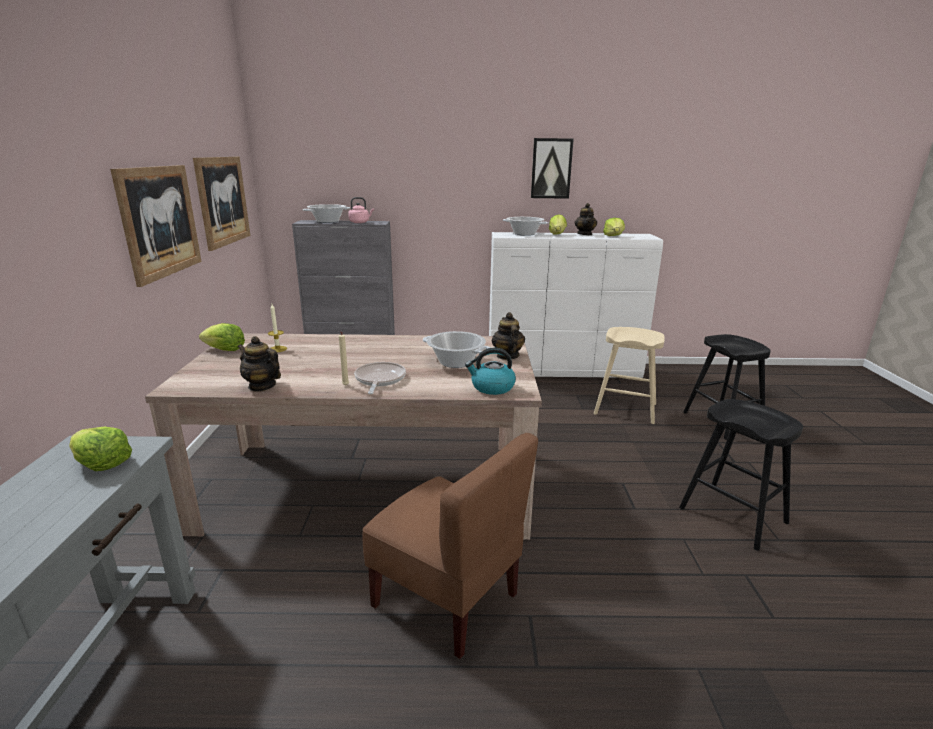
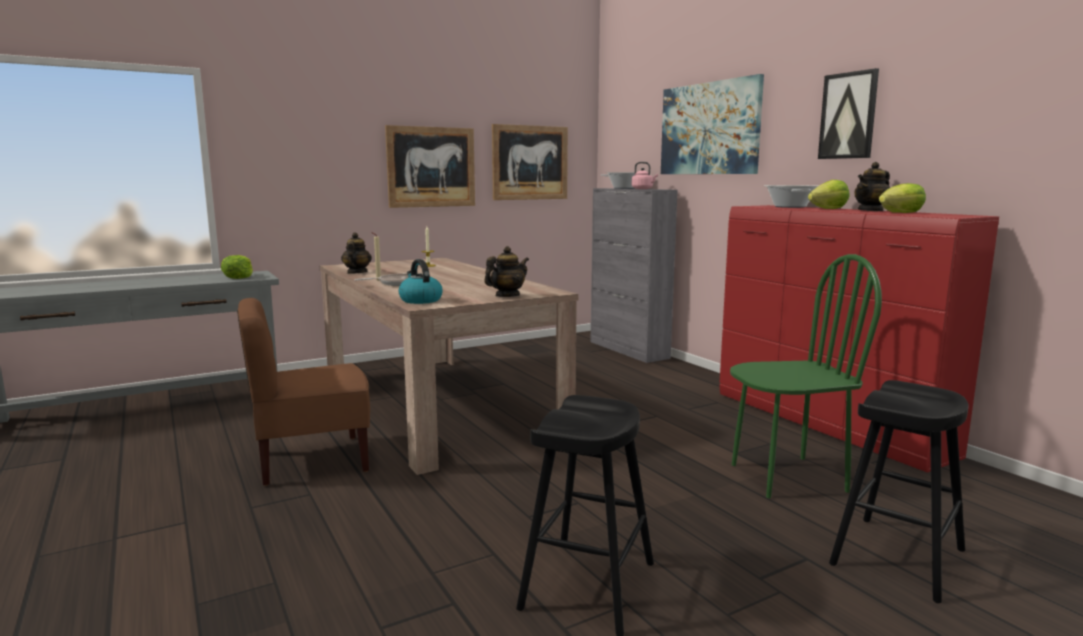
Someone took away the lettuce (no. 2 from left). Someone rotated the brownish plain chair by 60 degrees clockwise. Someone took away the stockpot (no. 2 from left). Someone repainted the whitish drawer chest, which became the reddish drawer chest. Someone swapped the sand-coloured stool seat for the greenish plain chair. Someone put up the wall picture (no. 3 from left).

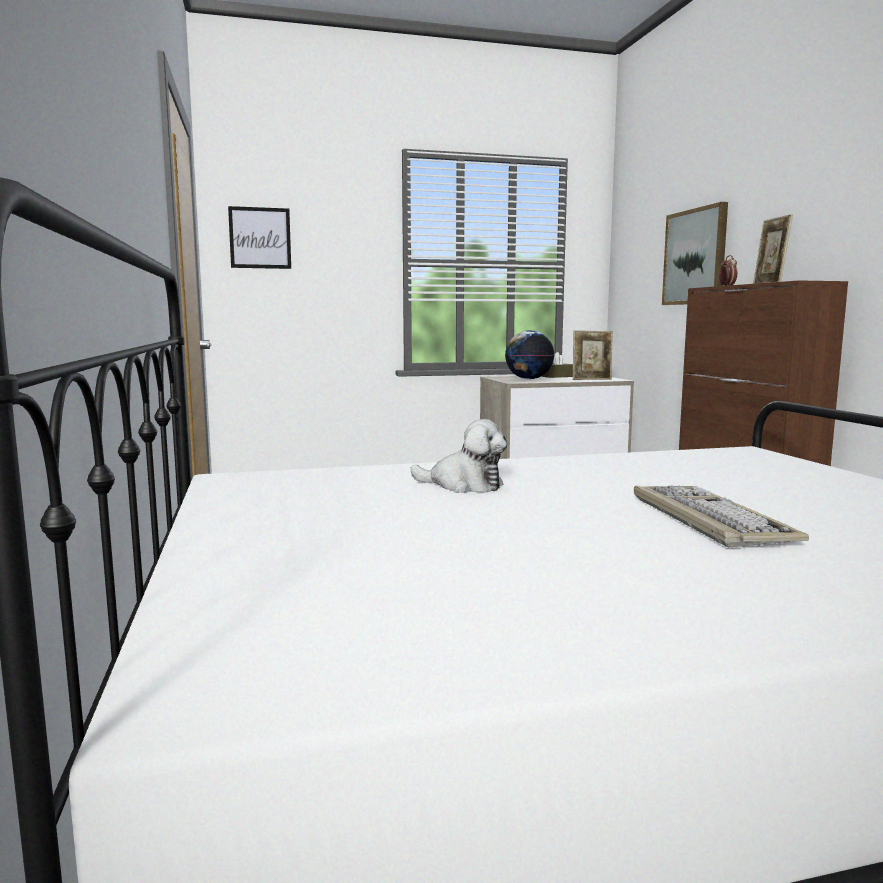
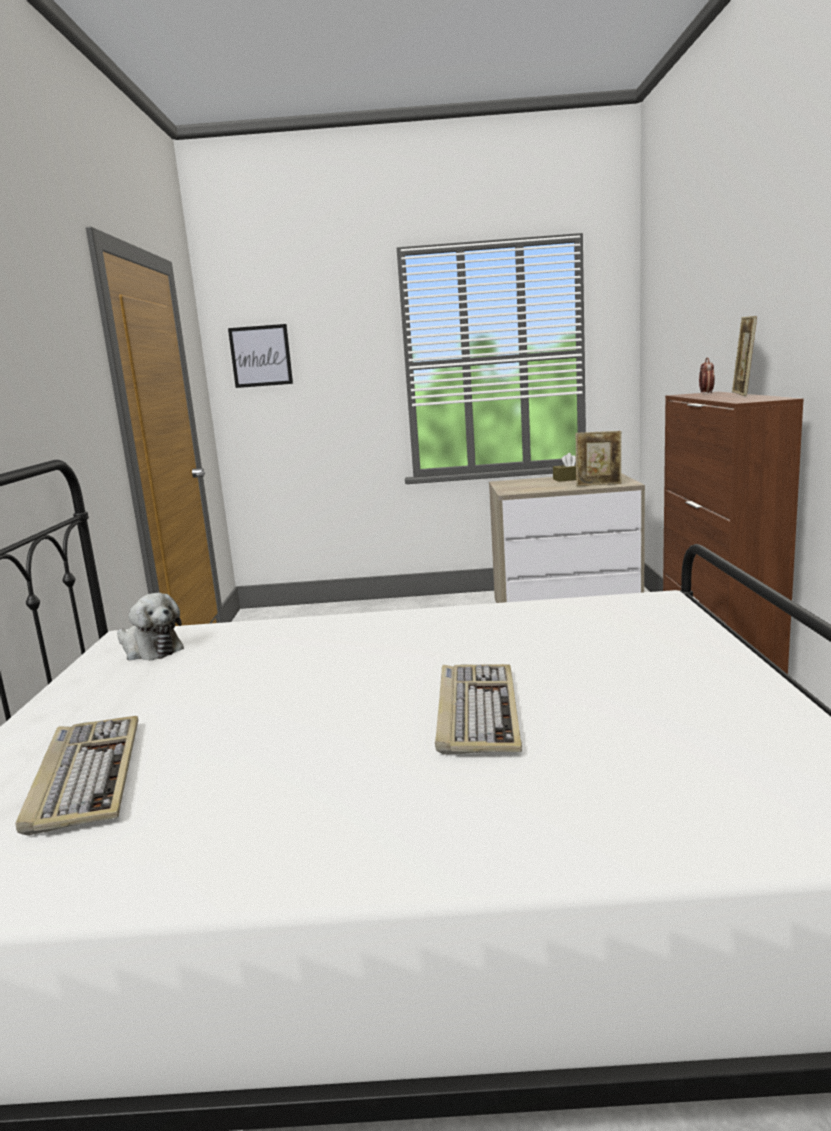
Someone carried the plush toy. Someone took away the globe. Someone took away the wall picture (no. 2 from left). Someone put down the computer keyboard (no. 1 from left).

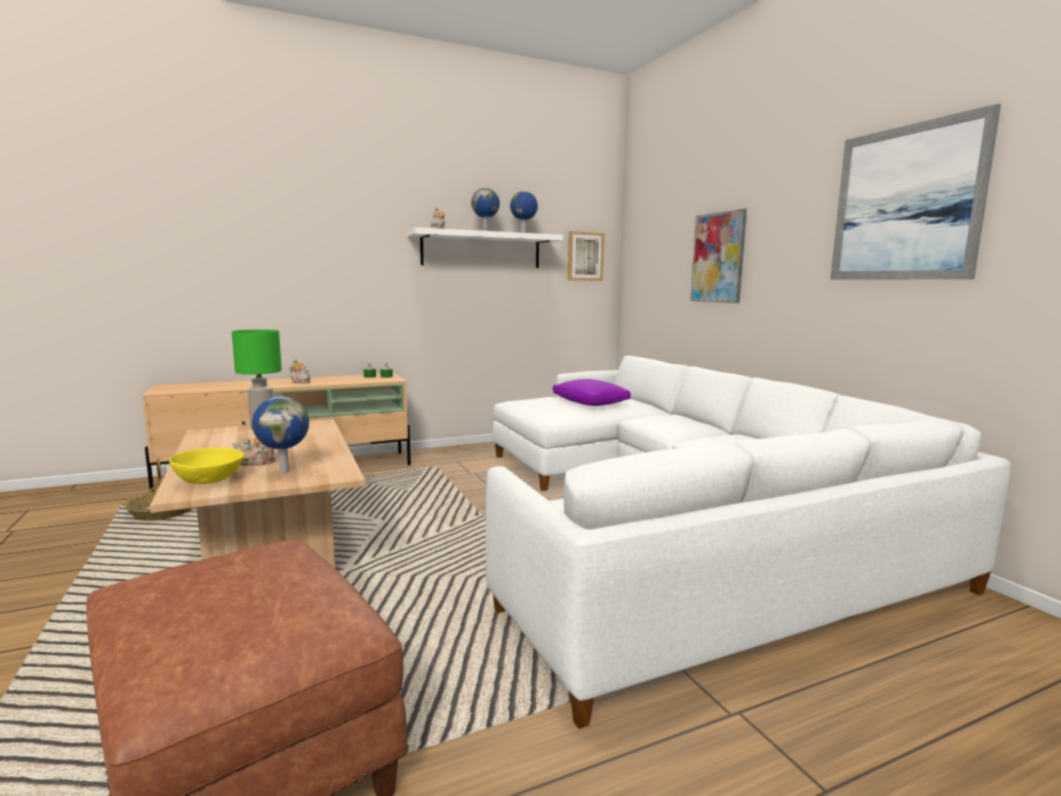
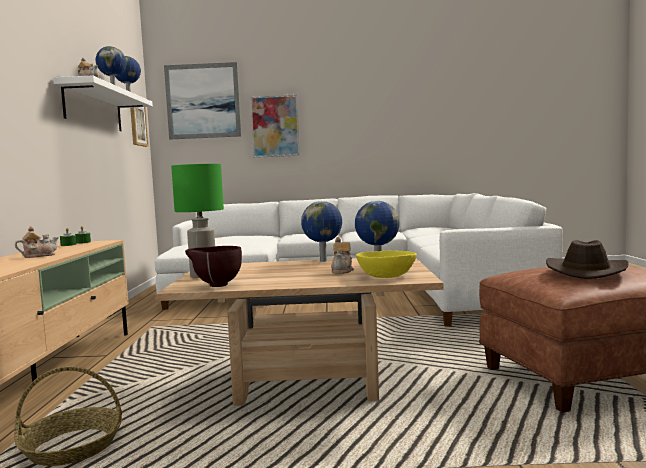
Someone took away the purple cushion. Someone carried the wall picture (no. 3 from left in the first image). Someone put down the brownish bowl. Someone put down the globe (no. 3 from left). Someone put down the brownish clothing hat.

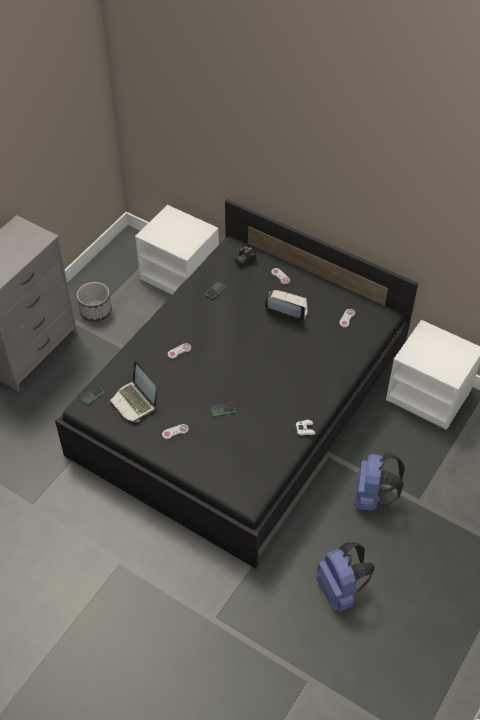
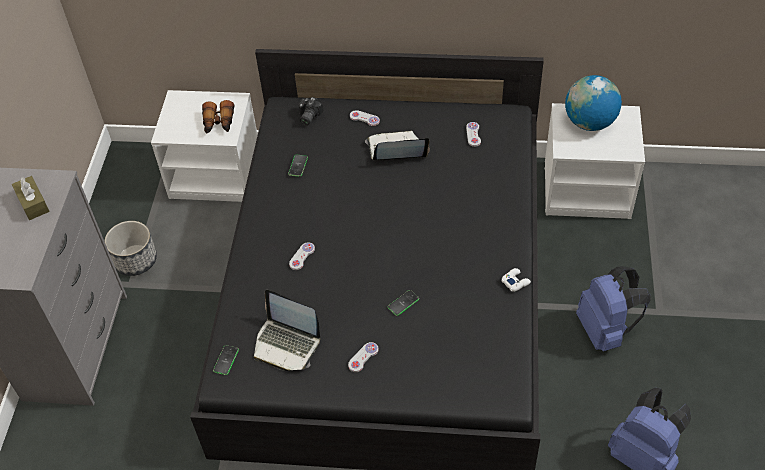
Someone put down the brownish tissue box. Someone put down the field glasses. Someone put down the globe.

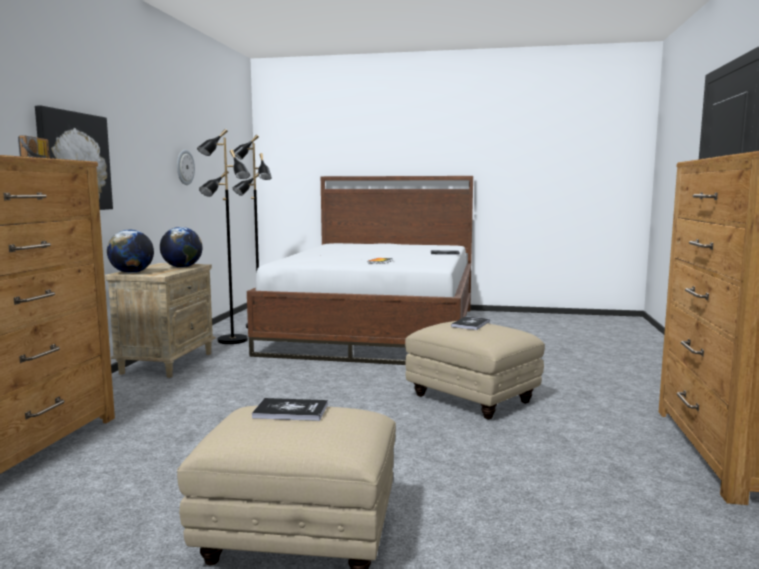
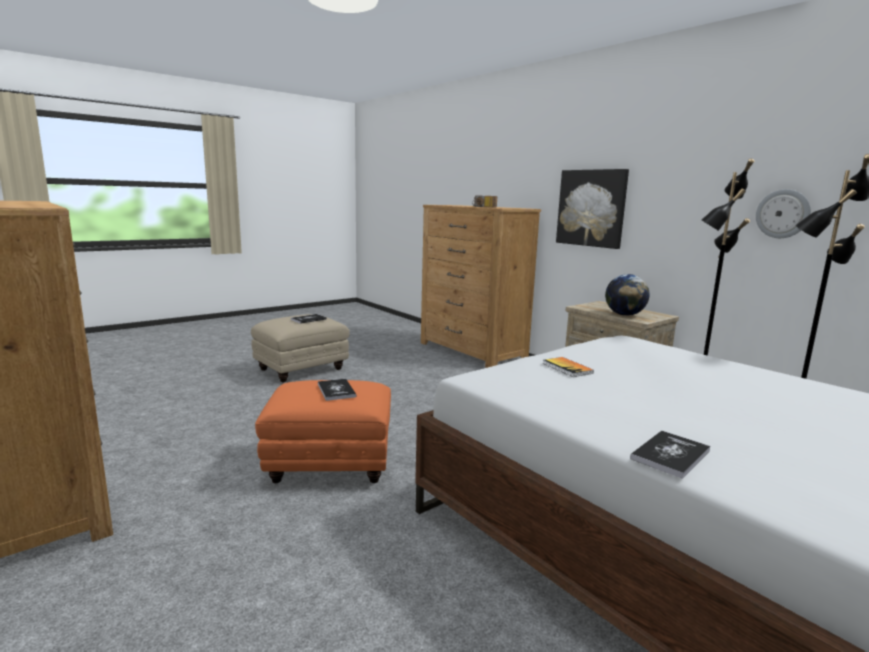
Someone took away the globe (no. 1 from left). Someone repainted the sand-coloured pouffe (no. 2 from left), which became the orangey pouffe.

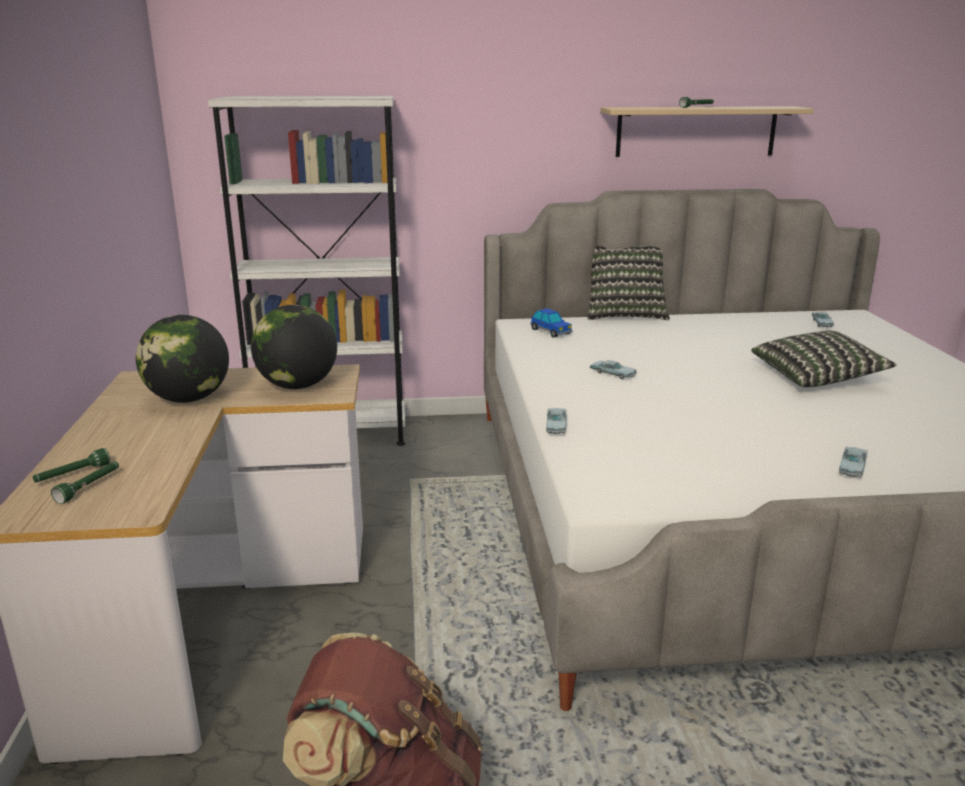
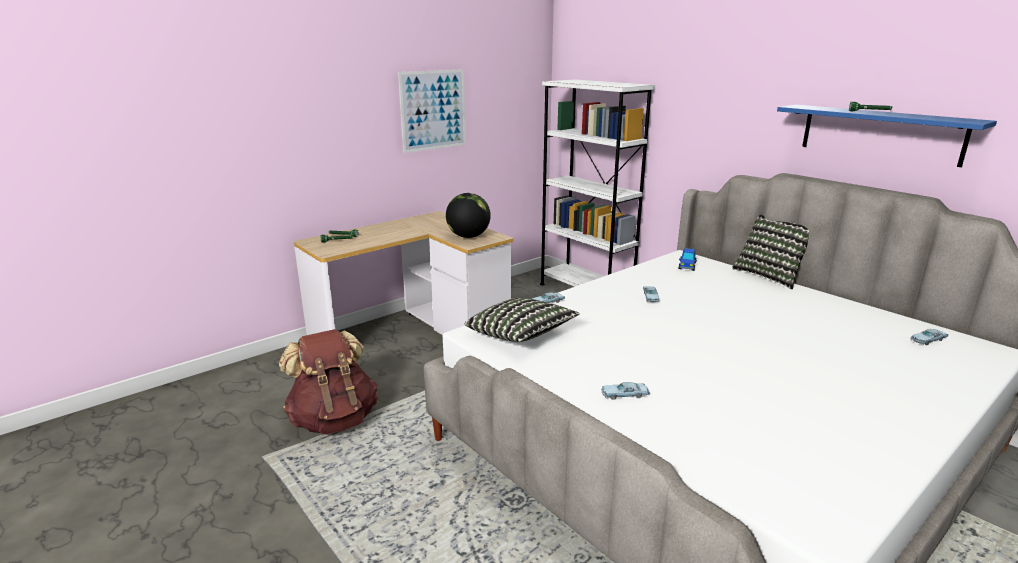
Someone took away the globe (no. 1 from left). Someone repainted the sand-coloured shelf, which became the blue shelf. Someone carried the cushion (no. 2 from left in the first image). Someone put up the wall picture.

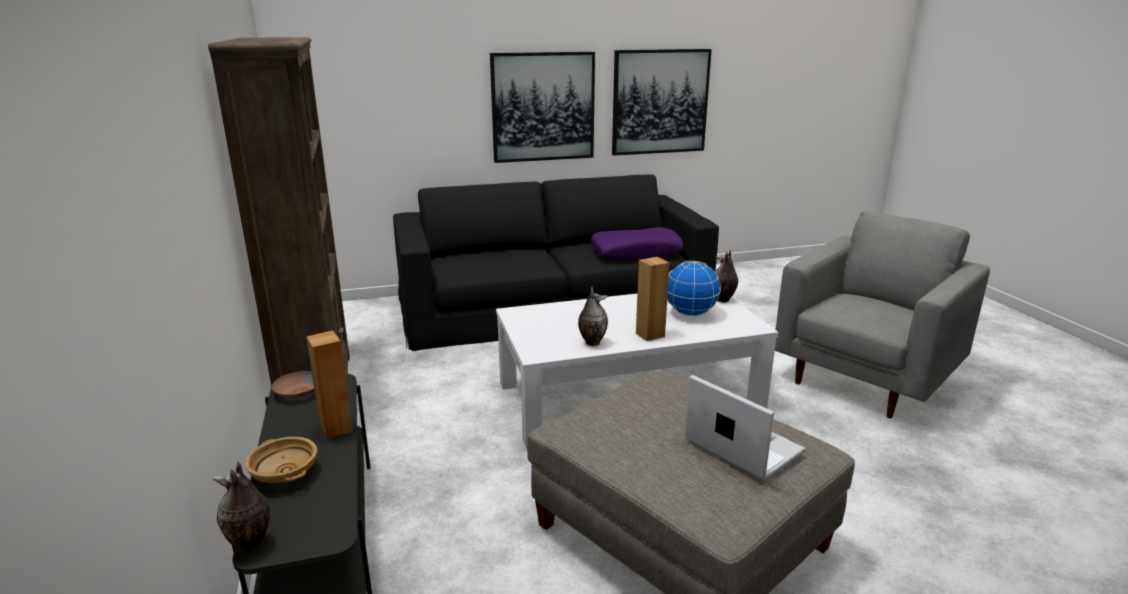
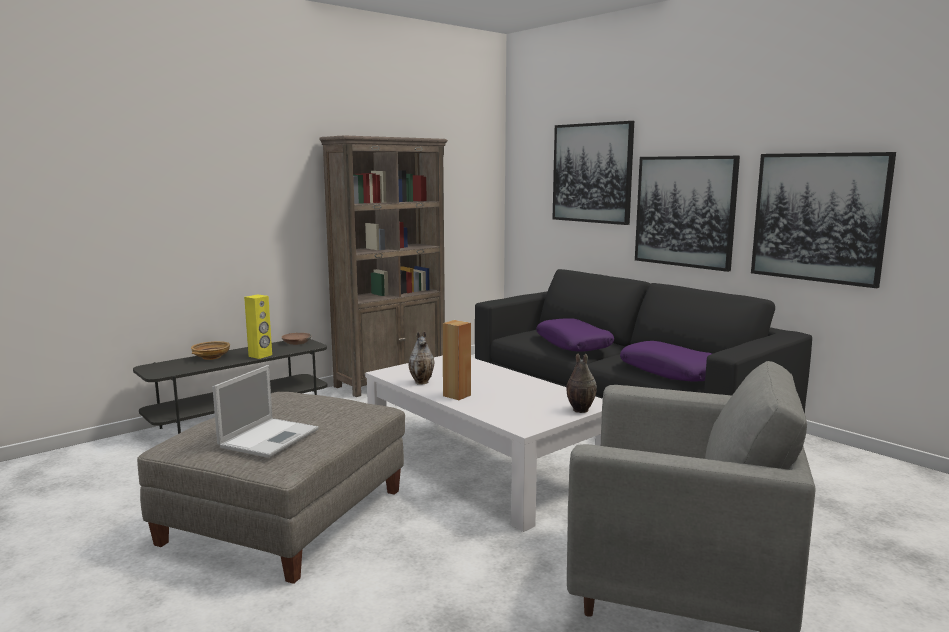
Someone took away the flower vase (no. 1 from left). Someone repainted the brownish audio speaker (no. 1 from left), which became the yellow-coloured audio speaker. Someone took away the globe. Someone put down the purple cushion (no. 1 from left). Someone put up the wall picture (no. 1 from left).

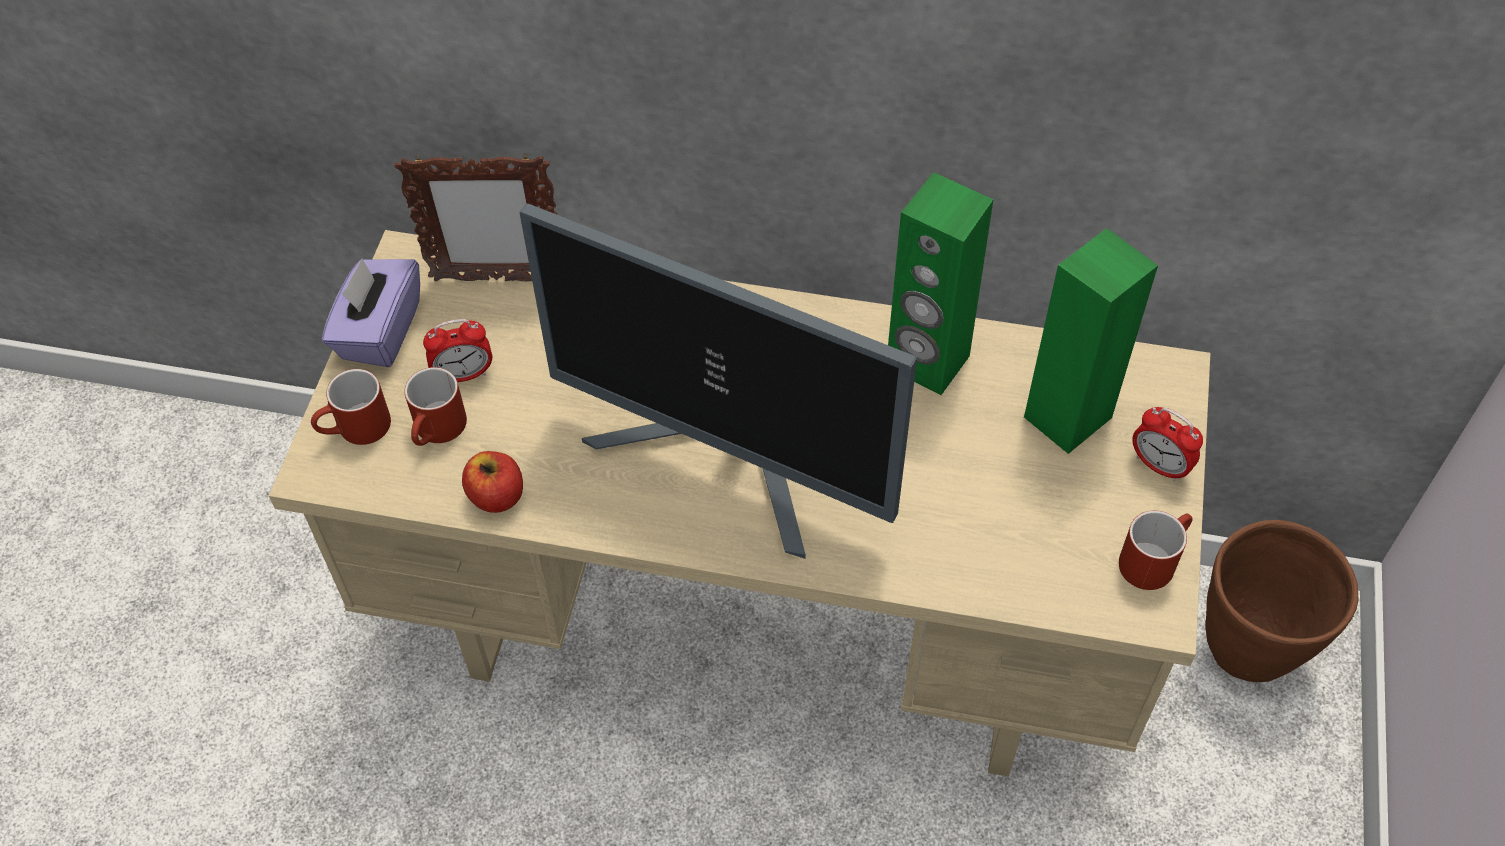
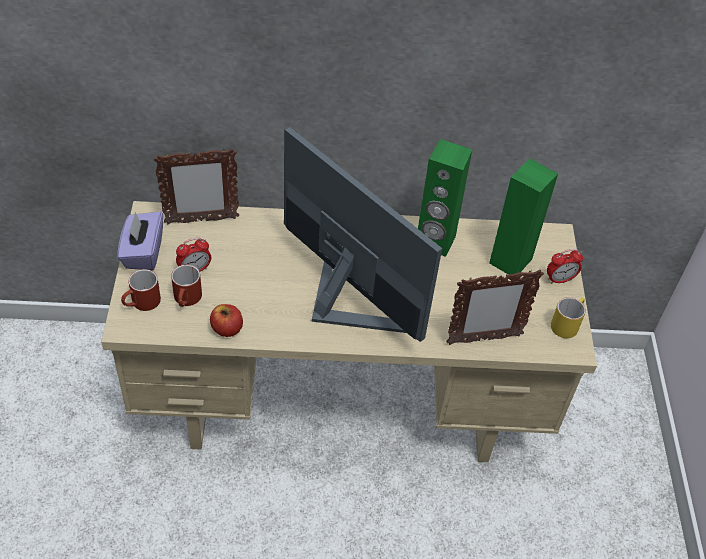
Someone rotated the monitor by 150 degrees counterclockwise. Someone repainted the reddish tea mug (no. 3 from left), which became the yellow-coloured tea mug. Someone rotated the bedside clock (no. 2 from left) by 45 degrees counterclockwise. Someone took away the brownish flower pot. Someone put down the photo frame (no. 2 from left).

